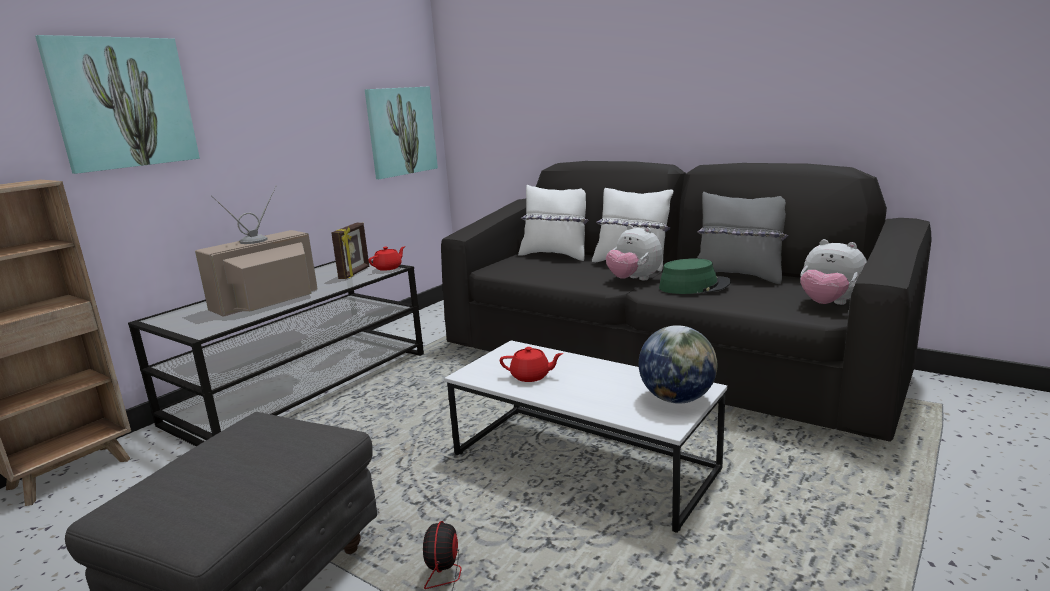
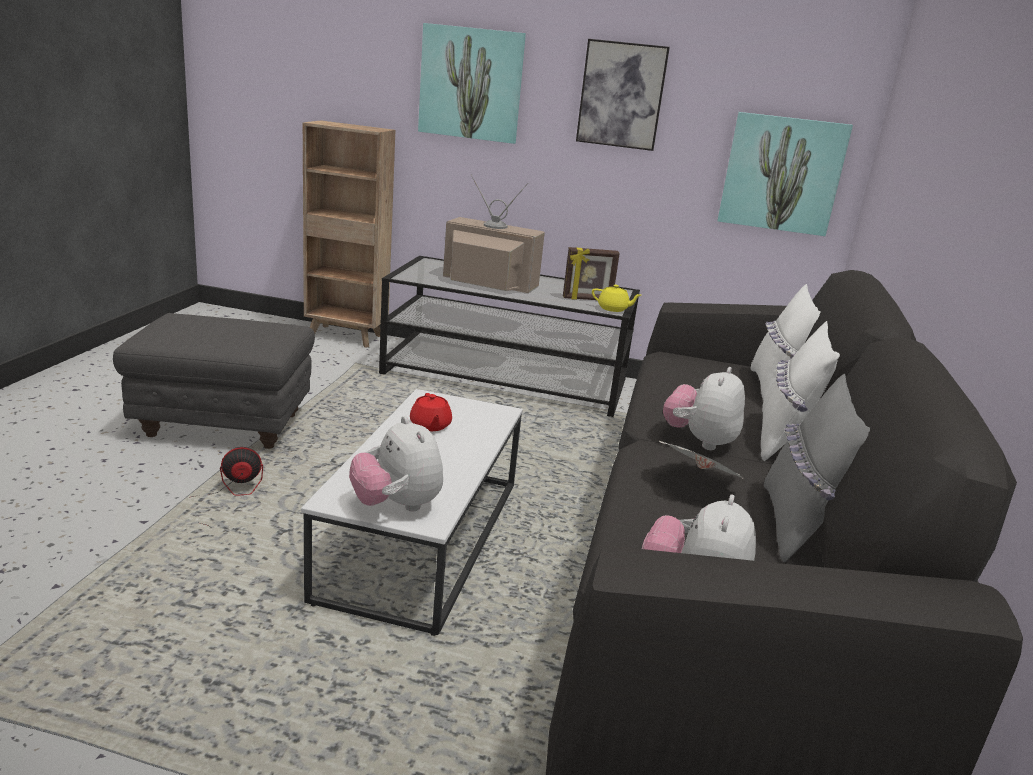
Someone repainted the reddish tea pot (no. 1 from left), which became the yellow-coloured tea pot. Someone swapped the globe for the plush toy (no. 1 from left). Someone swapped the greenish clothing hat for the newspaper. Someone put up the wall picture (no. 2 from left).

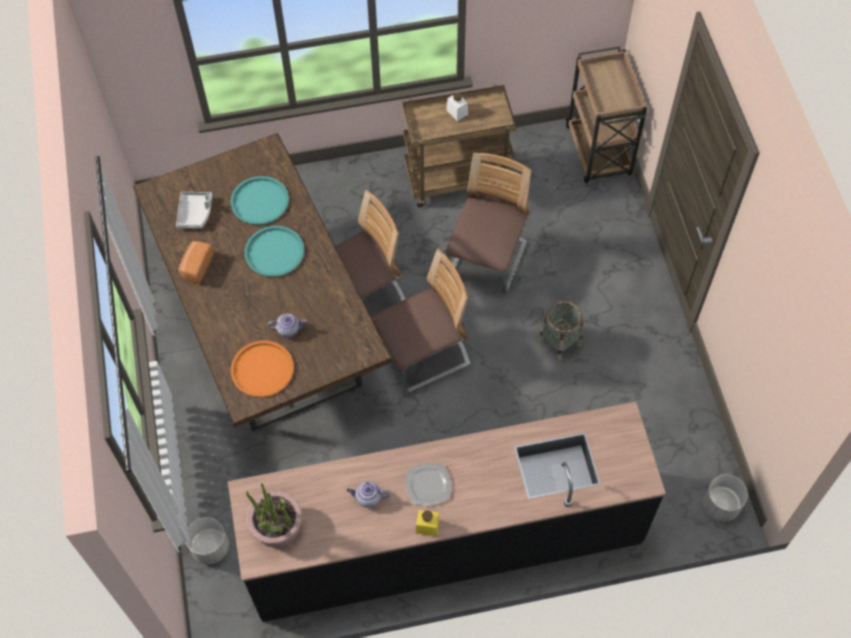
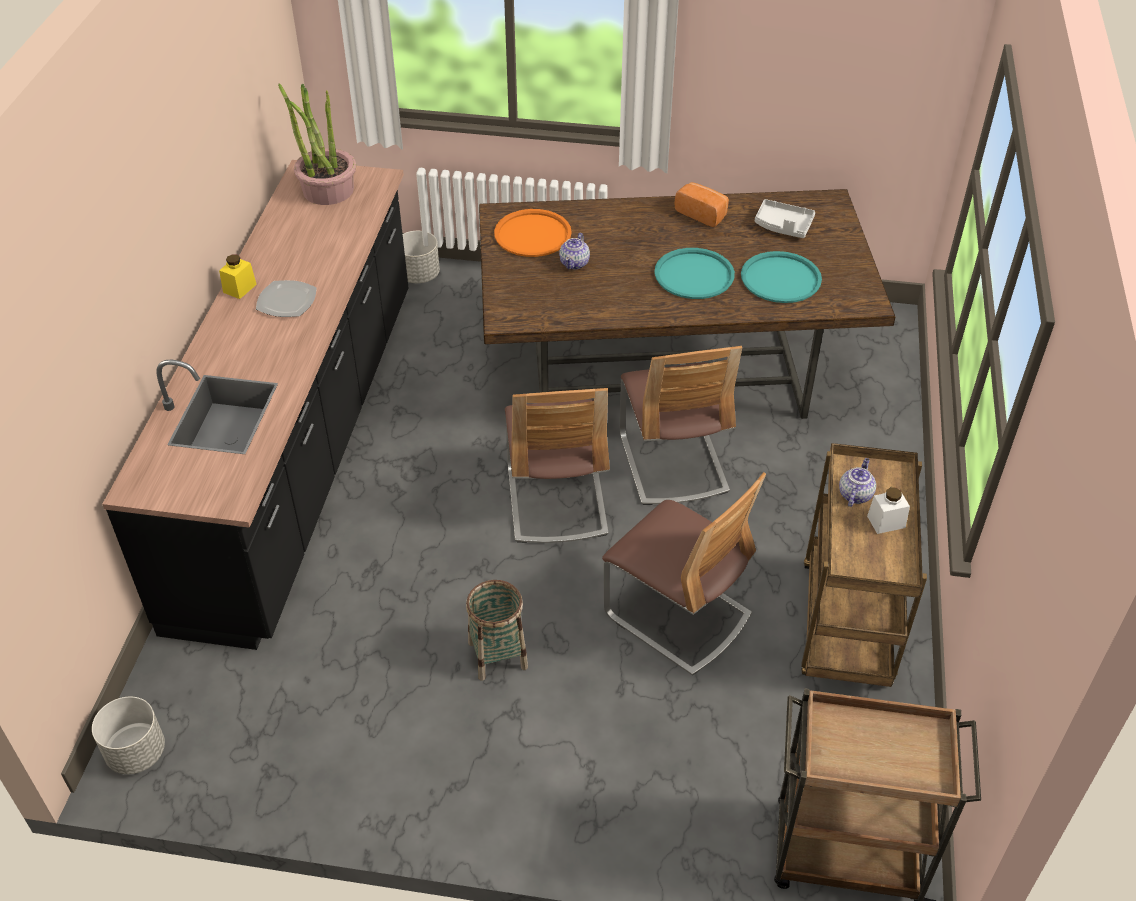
Someone carried the tea pot (no. 2 from left).

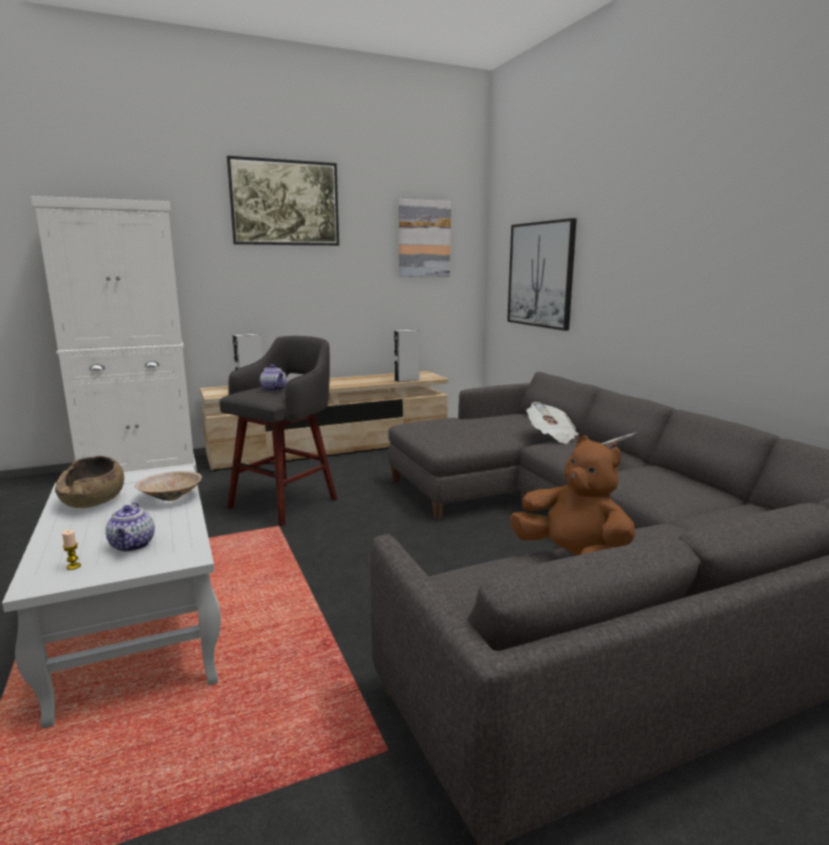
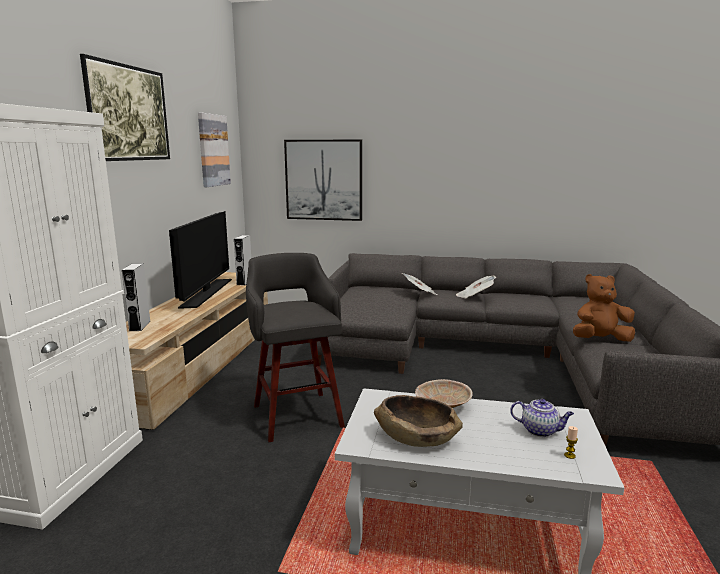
Someone took away the tea pot (no. 2 from left). Someone put down the TV.

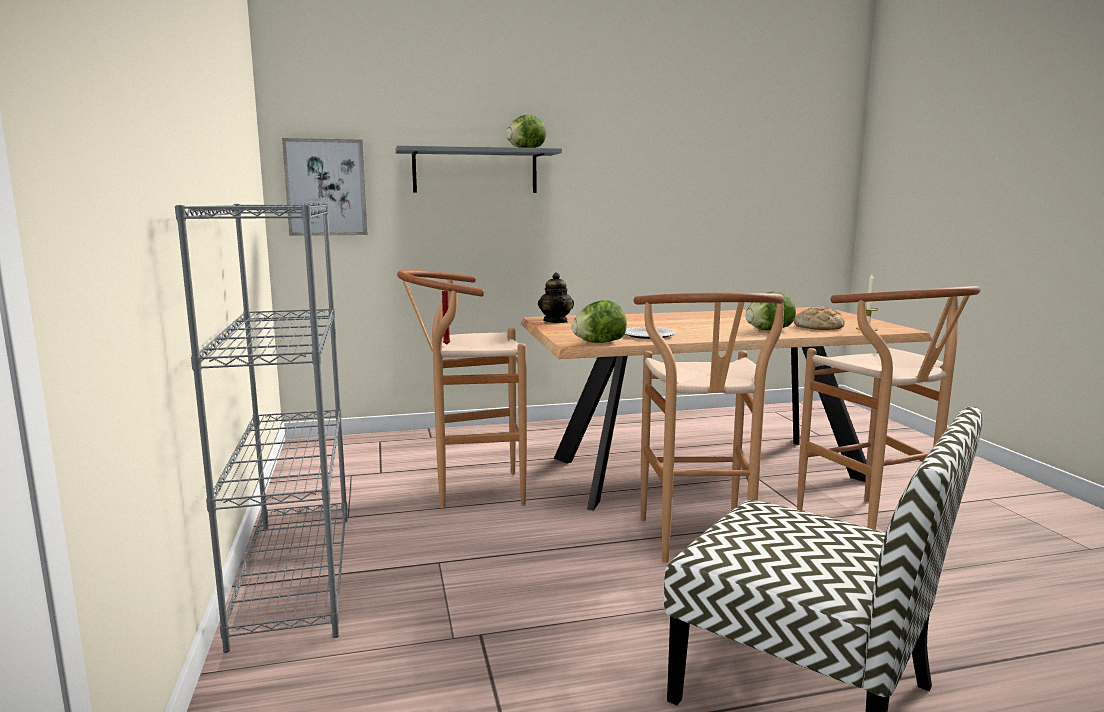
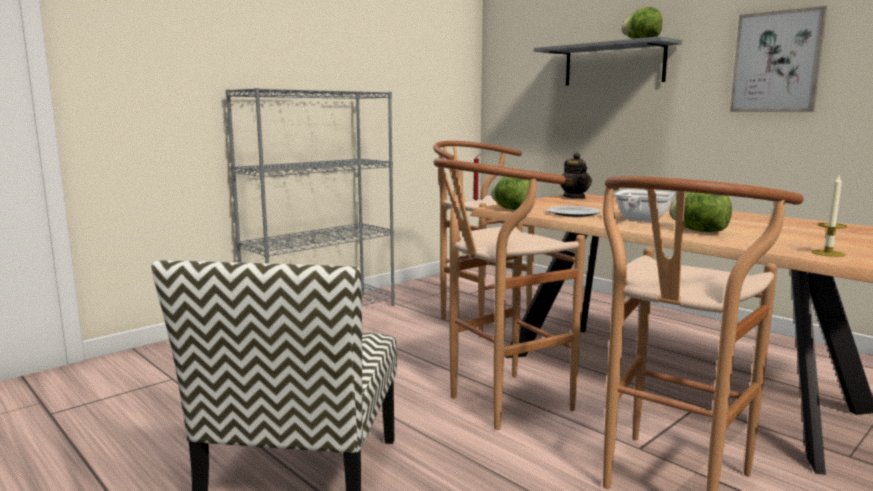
Someone carried the wall picture. Someone rotated the tea pot by 60 degrees counterclockwise. Someone took away the baked bread. Someone put down the frying pan.

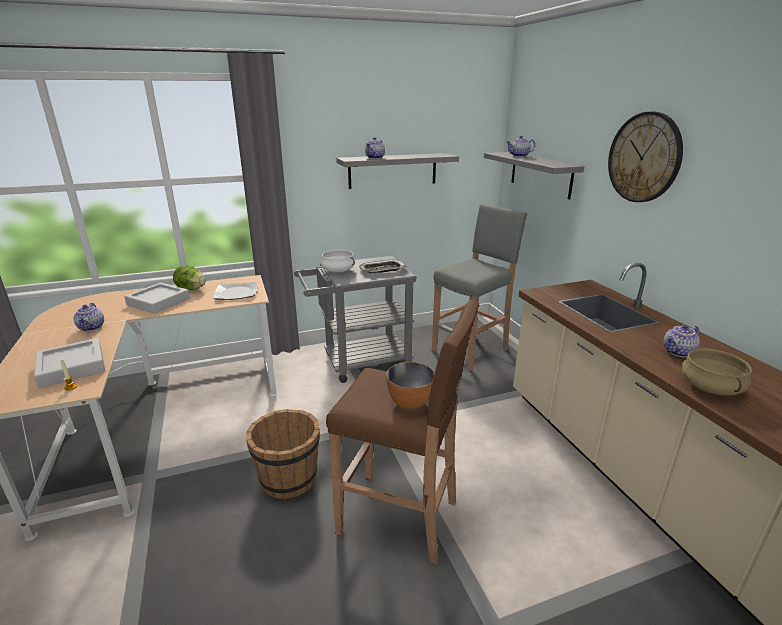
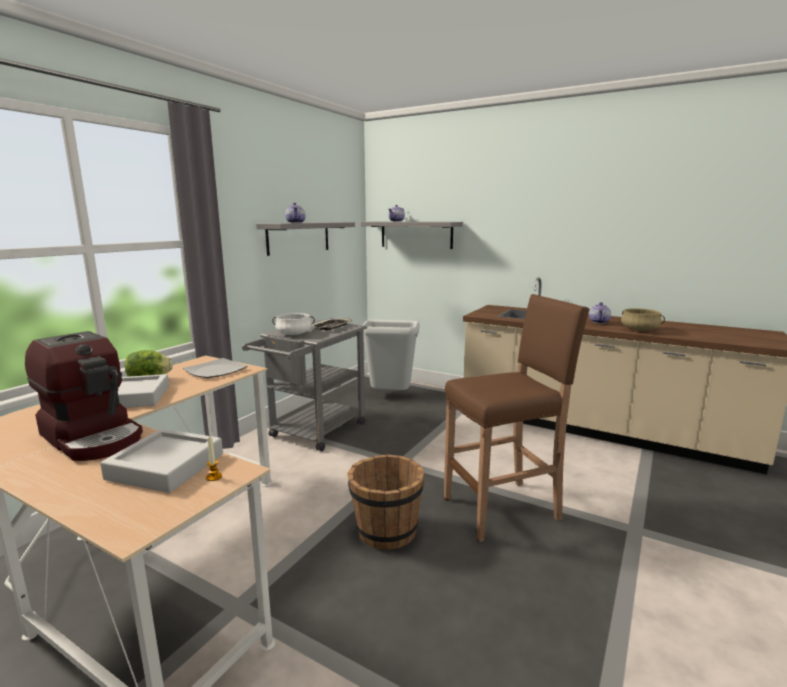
Someone swapped the tea pot (no. 1 from left) for the coffee maker. Someone took away the bowl. Someone swapped the greyish stool seat for the greyish rubbish bin. Someone took away the clock on the wall.

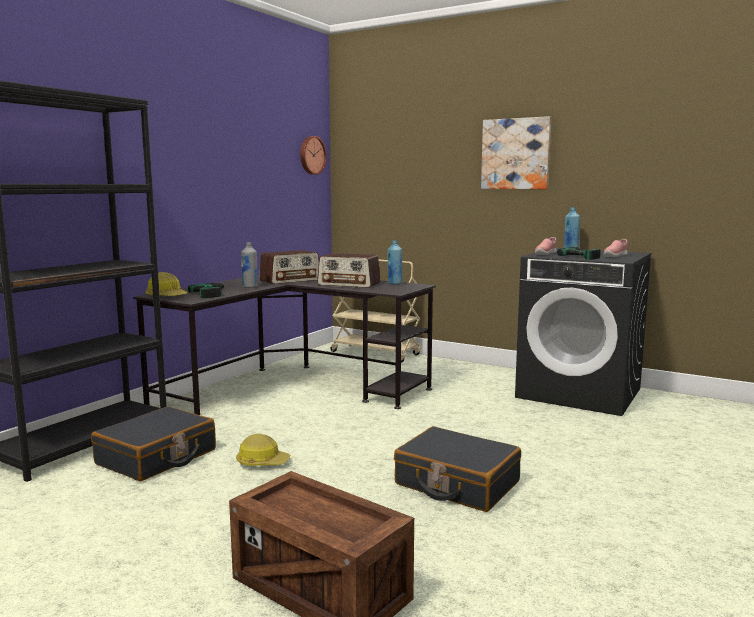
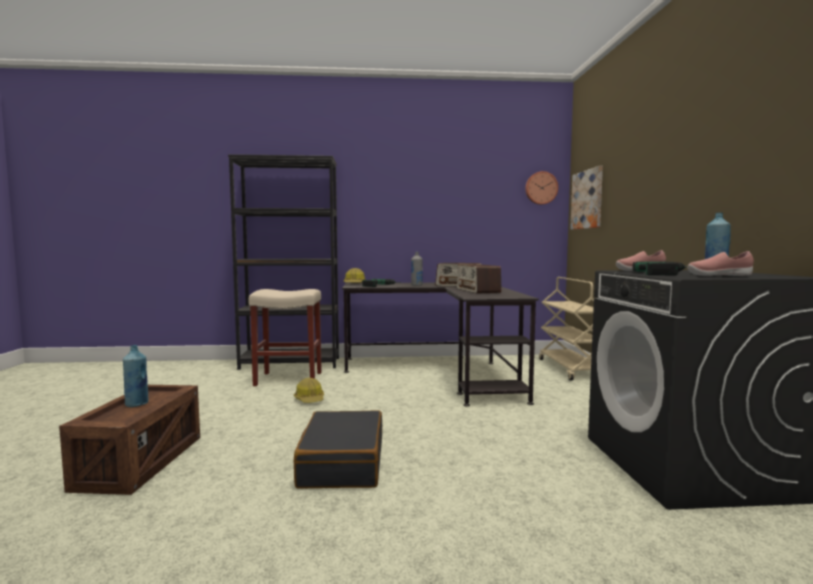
Someone swapped the blackish suitcase (no. 1 from left) for the sand-coloured stool seat. Someone carried the blue beverage bottle (no. 1 from left). Someone carried the wall picture.

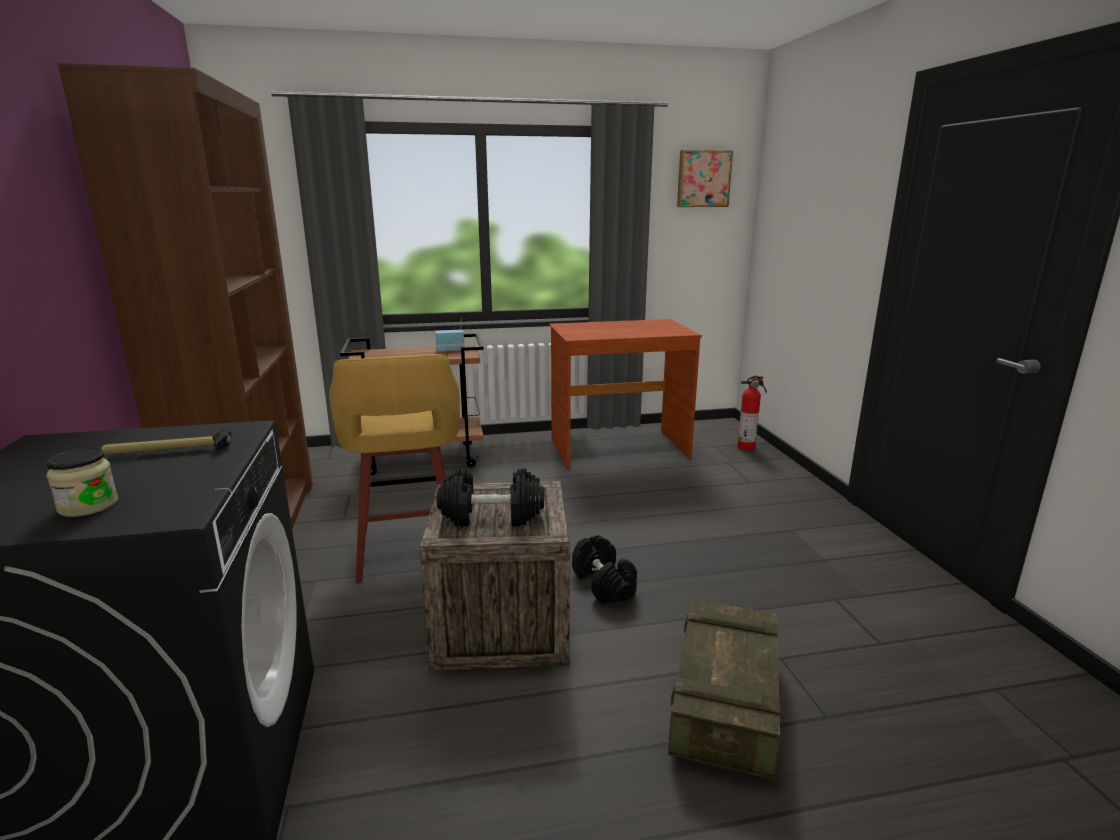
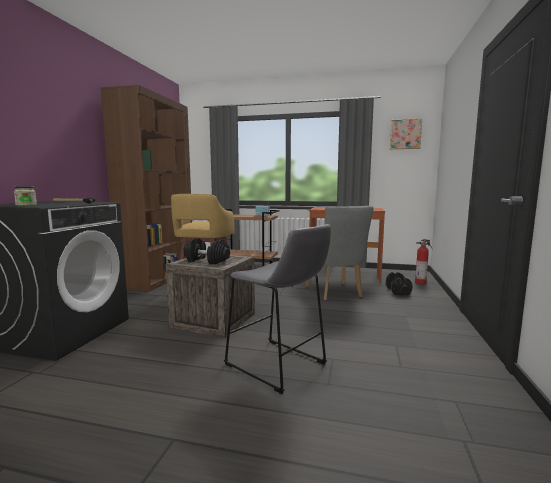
Someone carried the blackish free weight (no. 2 from left). Someone swapped the crate (no. 2 from left) for the greyish stool seat. Someone put down the greyish plain chair.

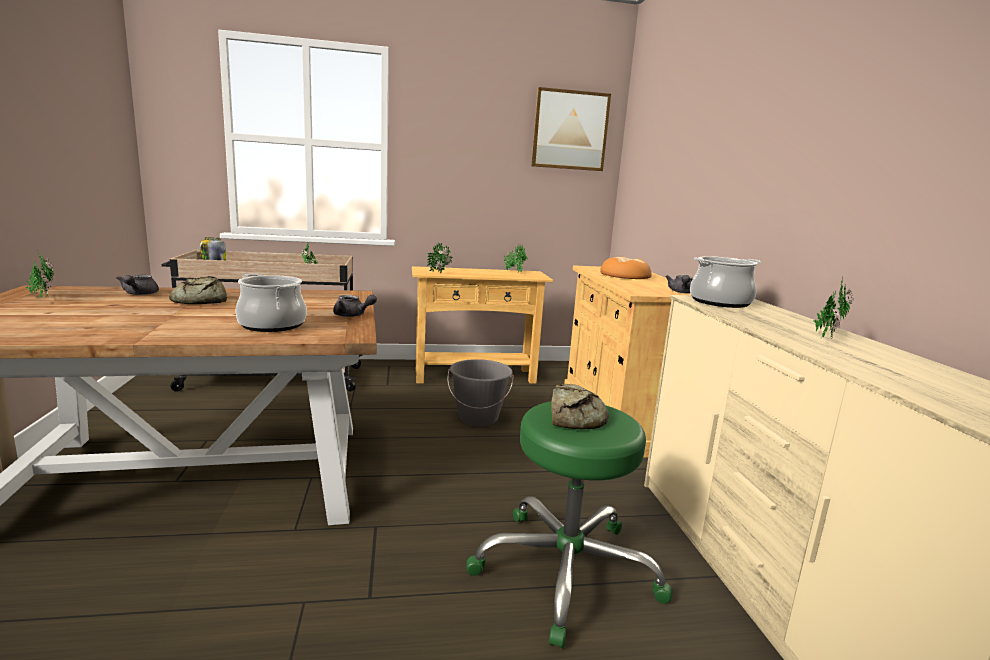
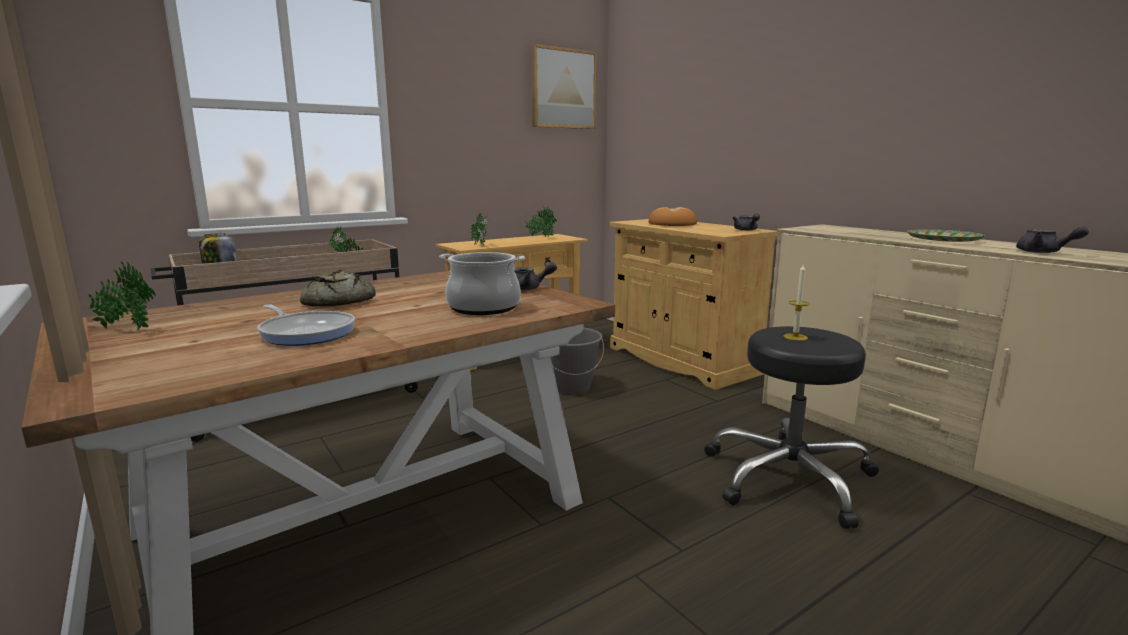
Someone carried the greyish tea pot (no. 1 from left in the first image). Someone repainted the greenish stool seat, which became the blackish stool seat. Someone swapped the baked bread (no. 2 from left) for the candle. Someone took away the stockpot (no. 2 from left). Someone swapped the plant in a pot (no. 5 from left) for the dinner plate. Someone put down the frying pan.

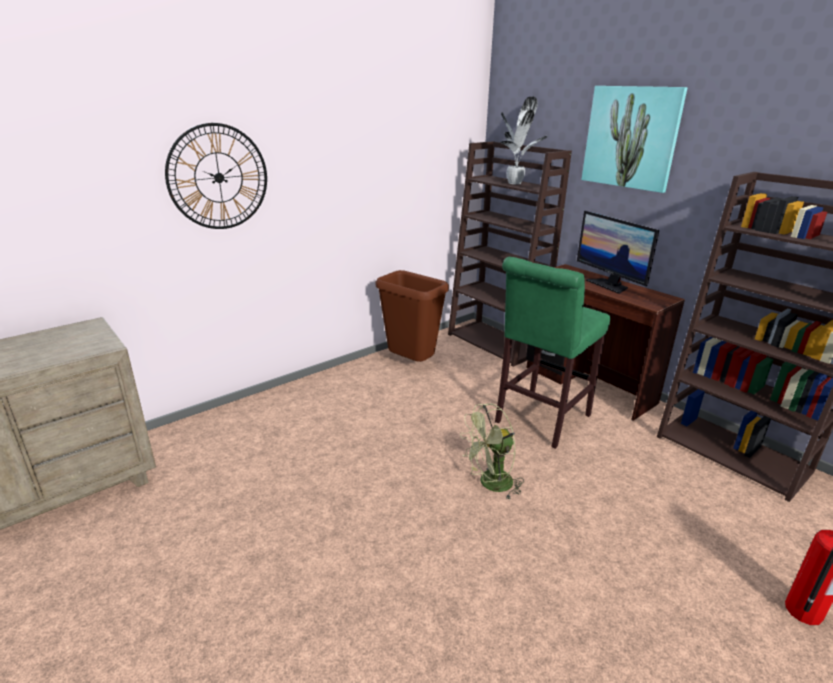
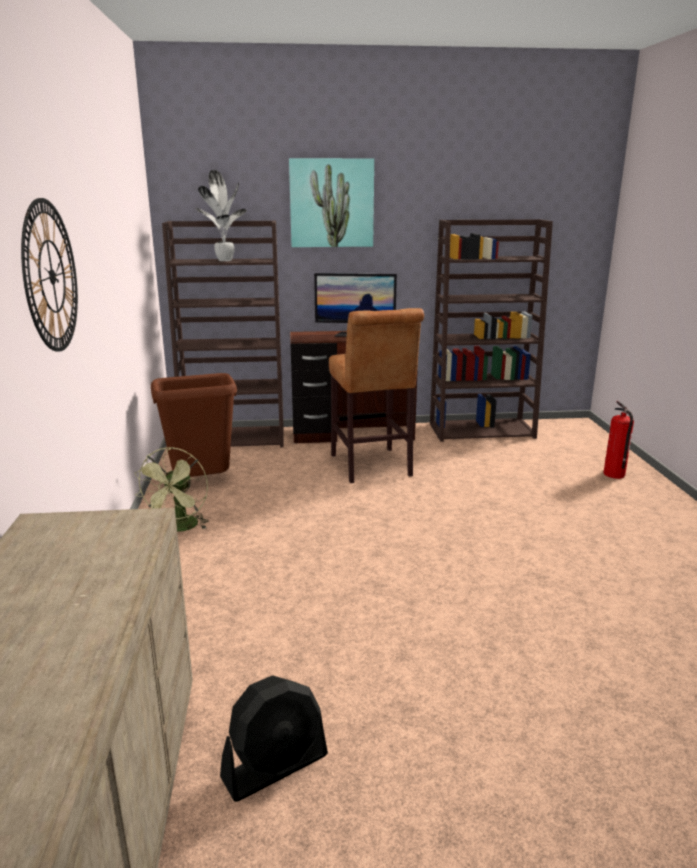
Someone carried the greenish electric fan. Someone repainted the greenish stool seat, which became the brownish stool seat. Someone put down the blackish electric fan.

